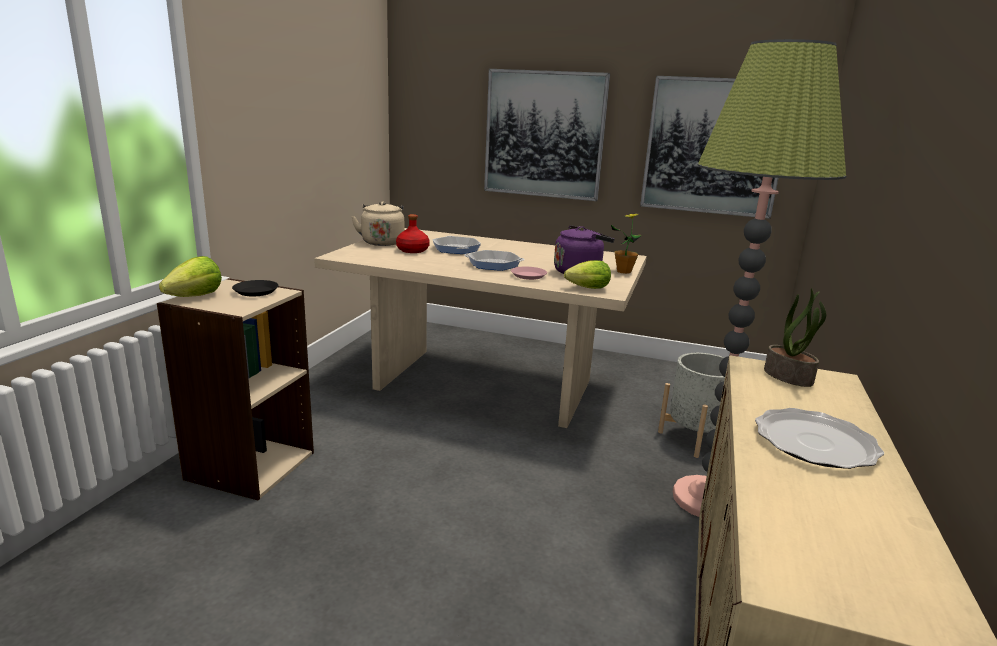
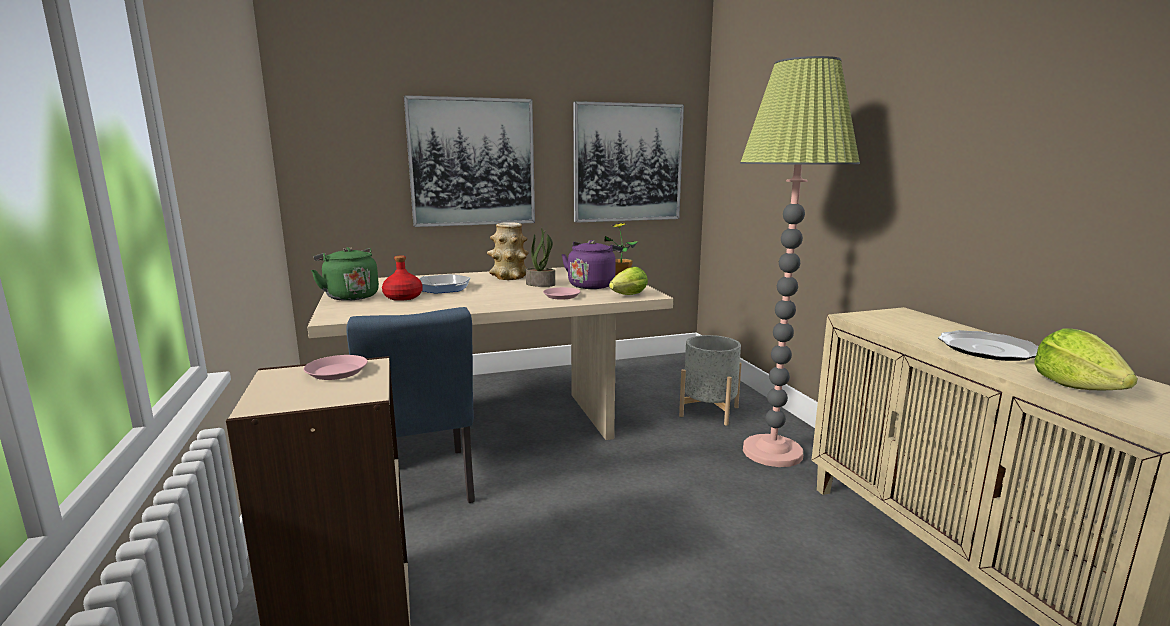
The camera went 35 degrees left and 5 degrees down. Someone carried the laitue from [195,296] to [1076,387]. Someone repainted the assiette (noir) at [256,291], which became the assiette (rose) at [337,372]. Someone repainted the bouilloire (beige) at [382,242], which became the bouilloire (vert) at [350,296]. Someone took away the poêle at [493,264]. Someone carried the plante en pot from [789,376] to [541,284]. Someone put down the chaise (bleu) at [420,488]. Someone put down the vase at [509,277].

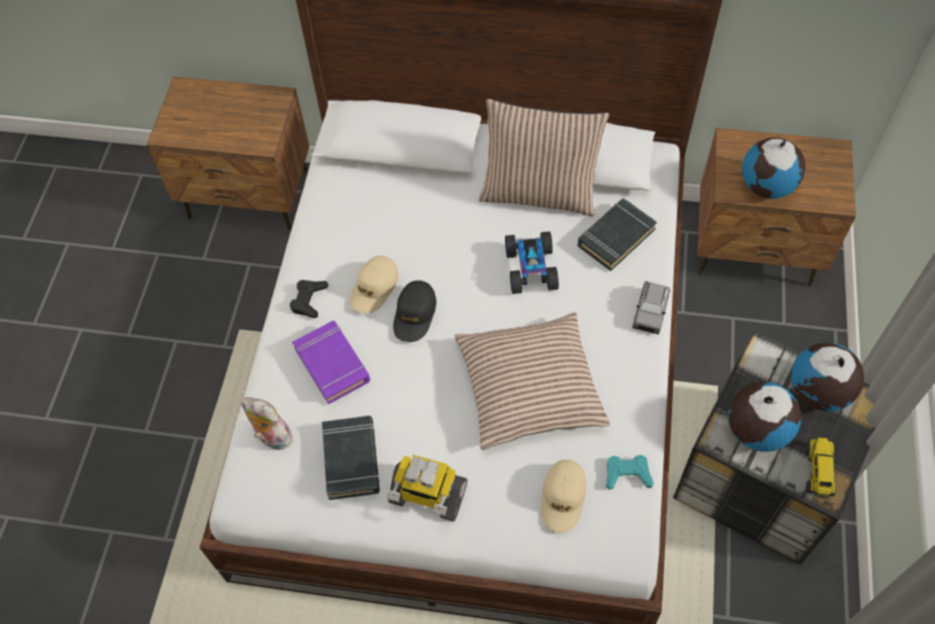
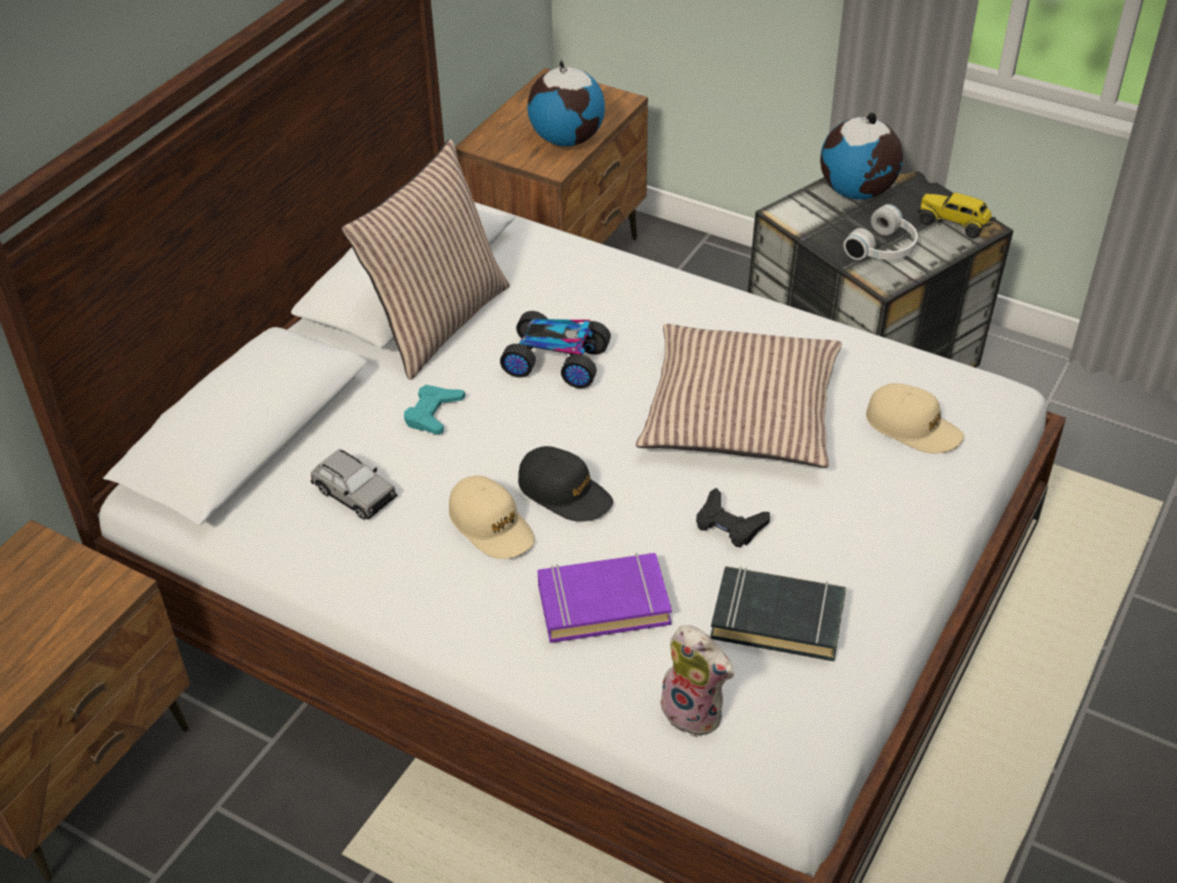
The camera went 70 degrees left and 15 degrees down. Someone rotated the peluche at [271,437] by 105 degrees counterclockwise. Someone carried the manette (noir) from [309,300] to [729,524]. Someone took away the robot jouet at [427,495]. Someone took away the livre (noir) at [615,237]. Someone carried the manette (turquoise) from [627,474] to [433,413]. Someone carried the petite voiture (gris) from [650,311] to [354,494]. Someone swapped the globe at [756,430] for the casque audio (blanc) at [884,249].

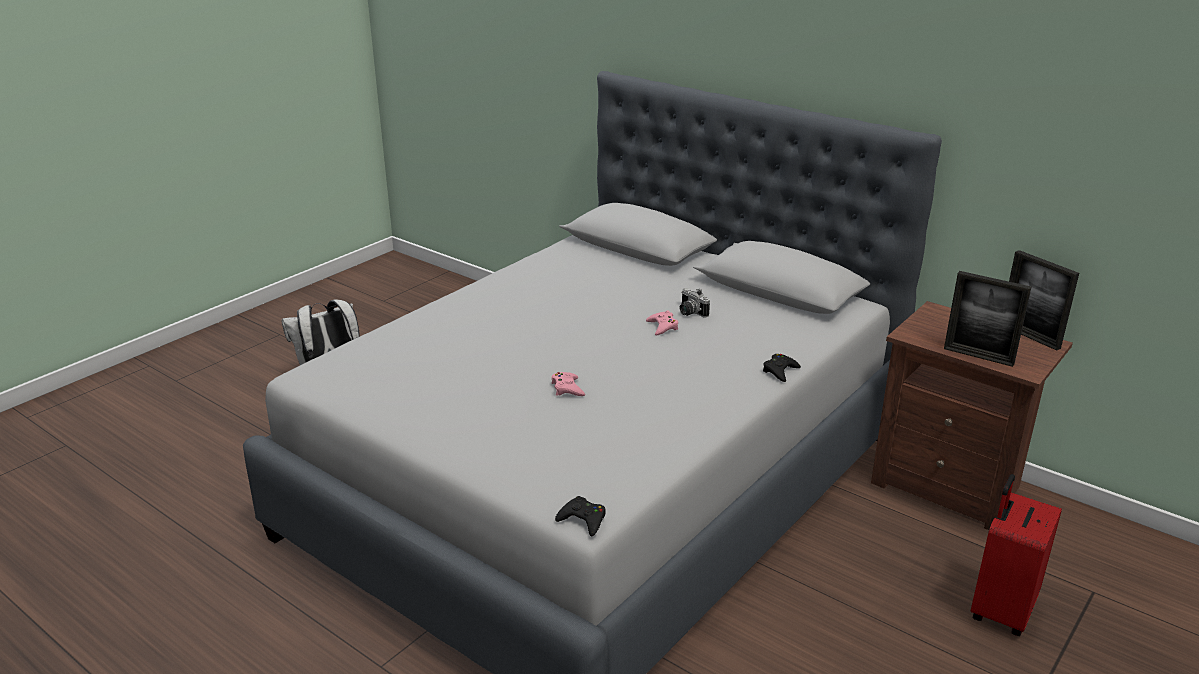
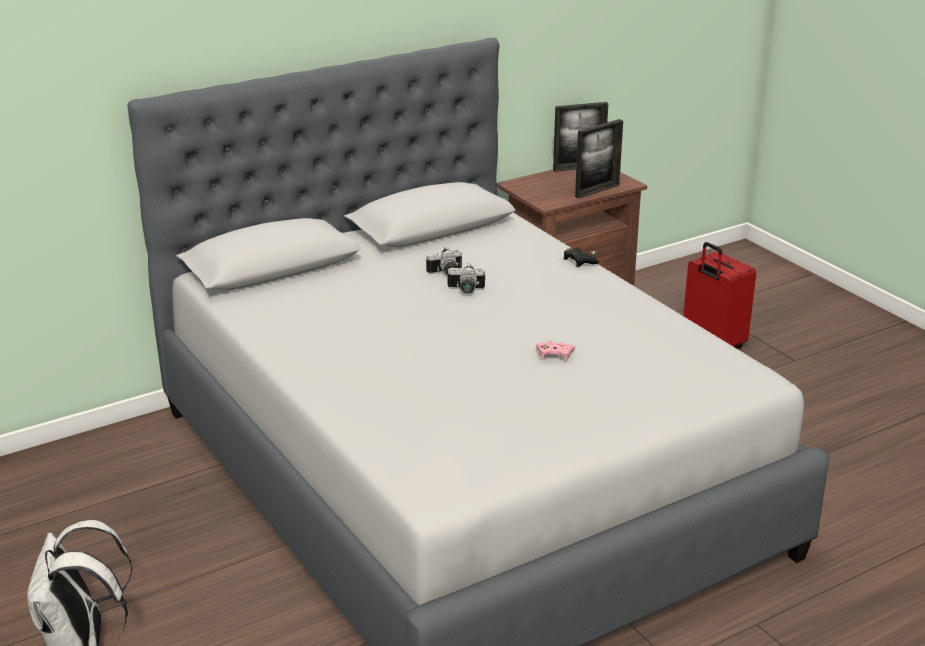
The camera went 70 degrees left and 0 degrees up. Someone took away the manette (noir) at [583,520]. Someone swapped the manette (rose) at [662,327] for the appareil photo at [465,290].

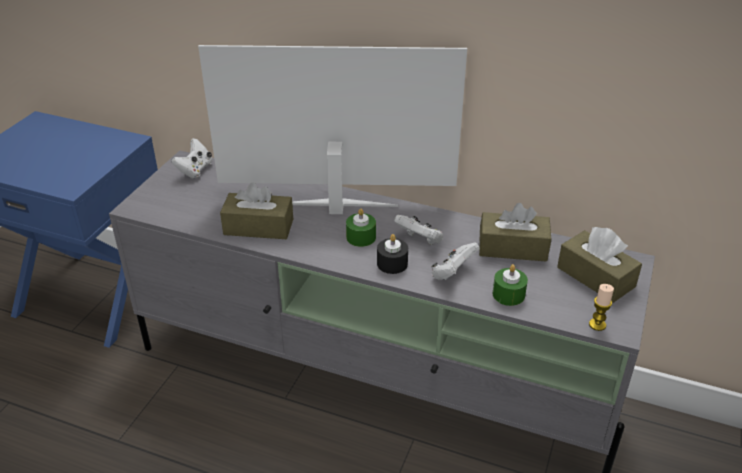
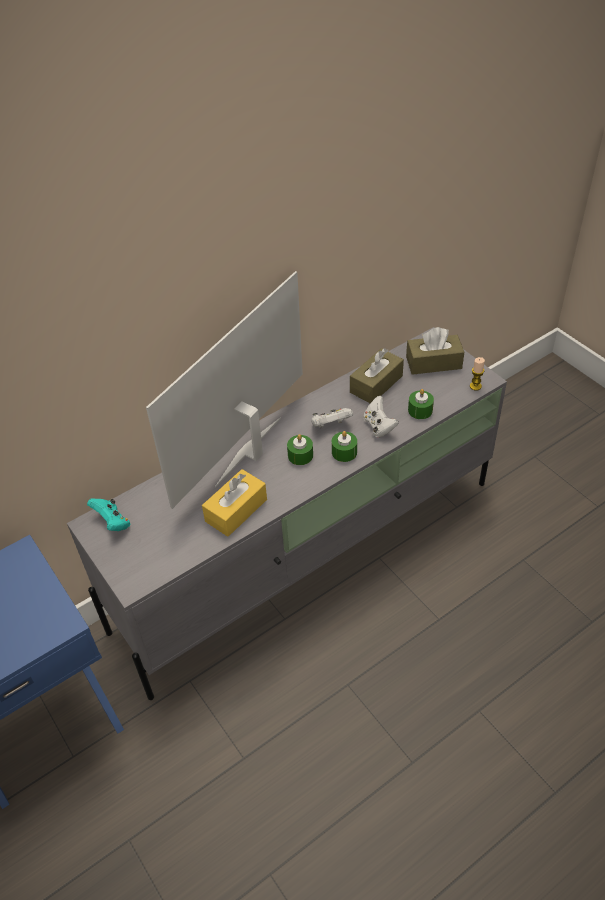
The camera went 55 degrees left and 10 degrees up. Someone repainted the manette (blanc) at [195,170], which became the manette (turquoise) at [112,522]. Someone repainted the boîte à mouchoirs (marron) at [258,227], which became the boîte à mouchoirs (jaune) at [236,510]. Someone repainted the bougie (noir) at [392,263], which became the bougie (vert) at [344,452].

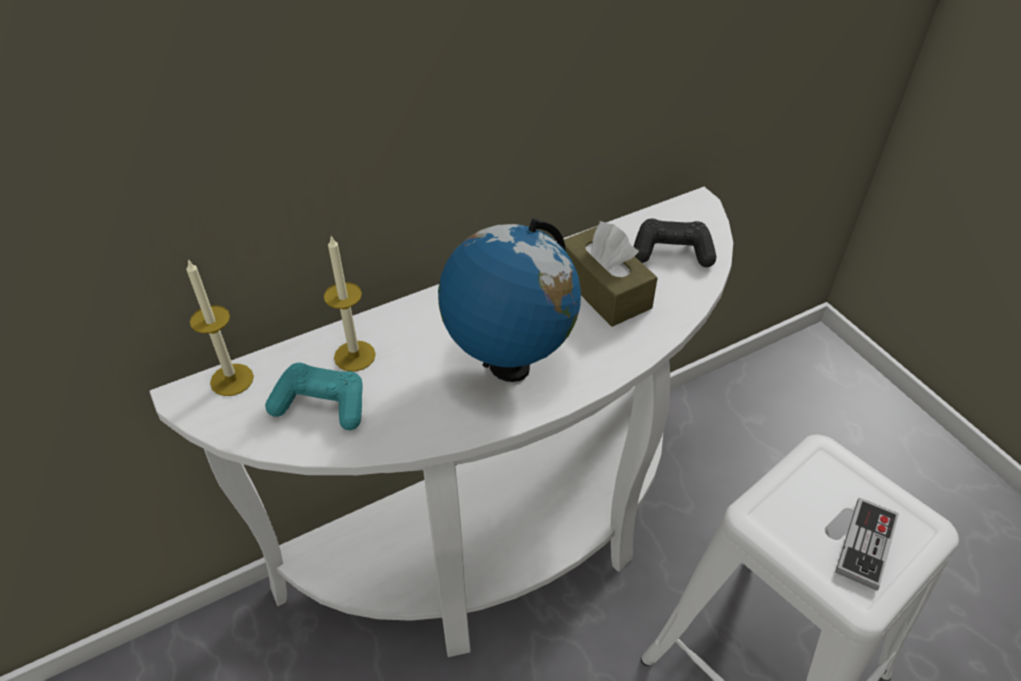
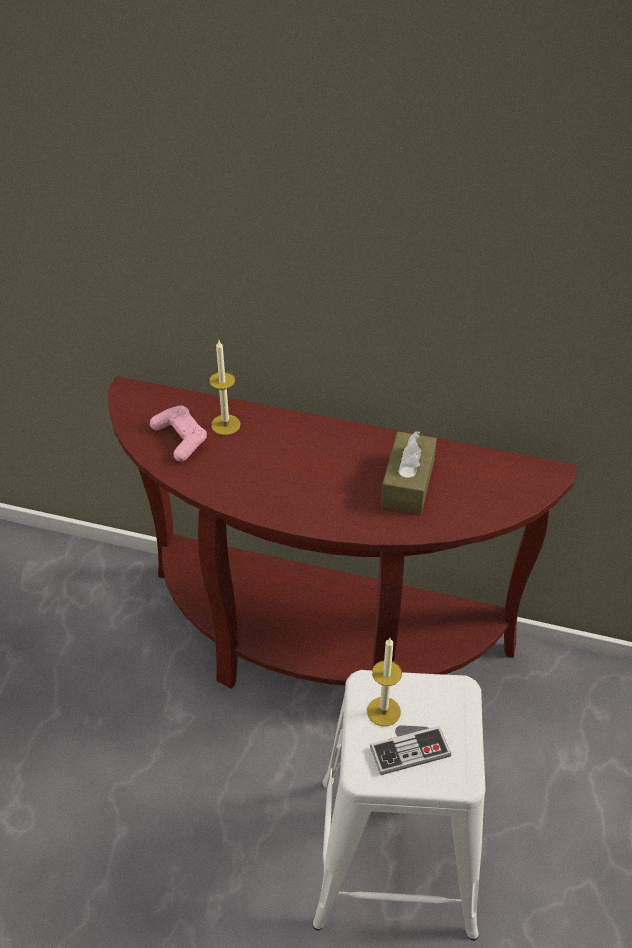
The camera went 45 degrees right and 0 degrees up. Someone repainted the table console (blanc) at [503,543], which became the table console (marron) at [319,646]. Someone carried the bougie from [232,380] to [383,711]. Someone repainted the manette (turquoise) at [321,405], which became the manette (rose) at [180,439]. Someone took away the globe at [509,366]. Someone took away the manette (noir) at [672,252].

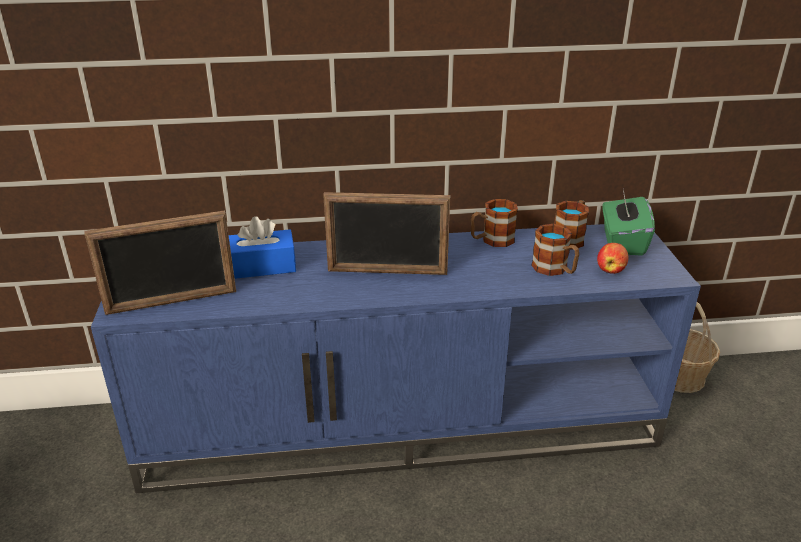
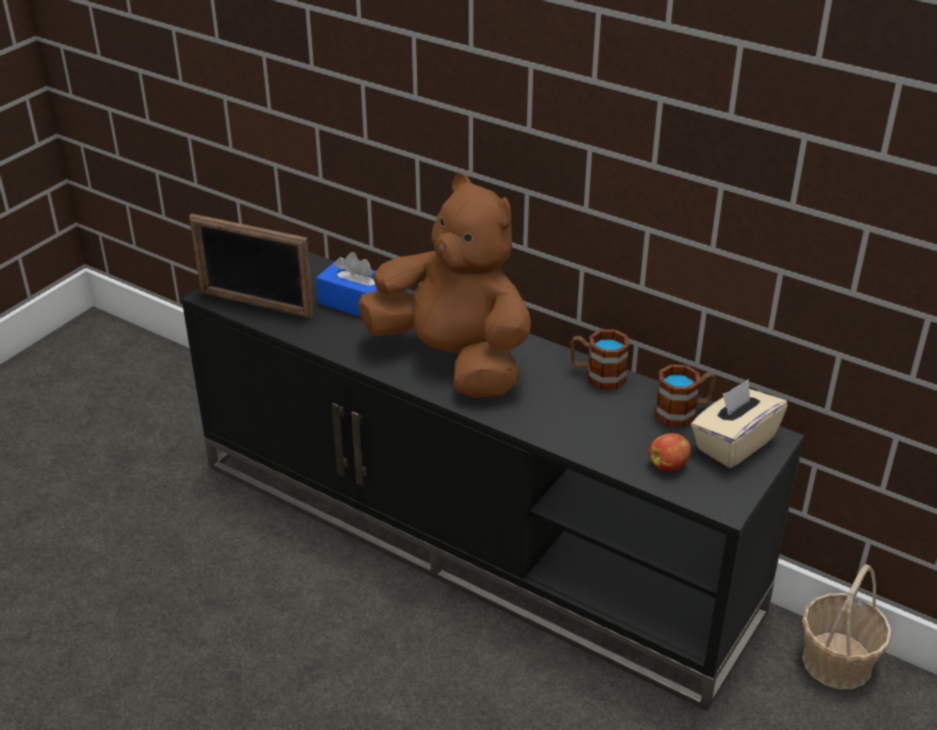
The camera went 40 degrees right and 5 degrees up. Someone repainted the meuble télé (bleu) at [402,424], which became the meuble télé (noir) at [475,535]. Someone swapped the cadre photo at [387,272] for the peluche (marron) at [453,360]. Someone took away the mug at [555,270]. Someone repainted the boîte à mouchoirs (vert) at [622,242], which became the boîte à mouchoirs (beige) at [733,443].

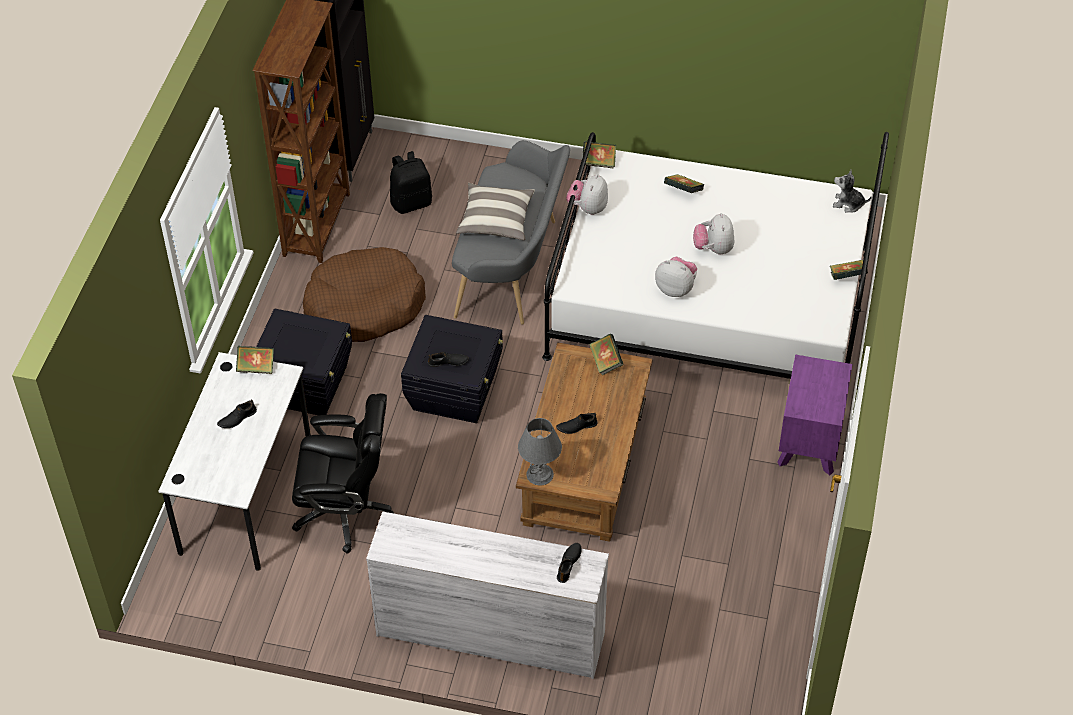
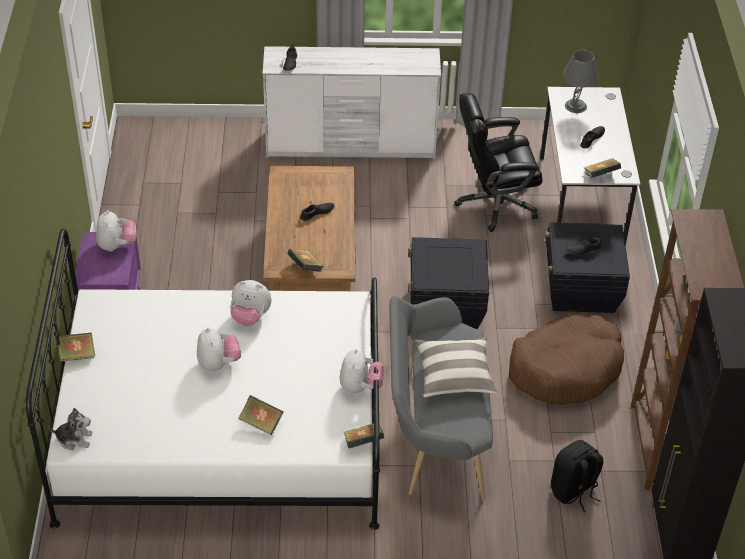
The camera went 165 degrees right and 5 degrees down. Someone carried the chaussure (noir) from [448,362] to [583,250]. Someone carried the lampe de table (gris) from [540,474] to [575,106]. Someone put down the peluche at [117,246].

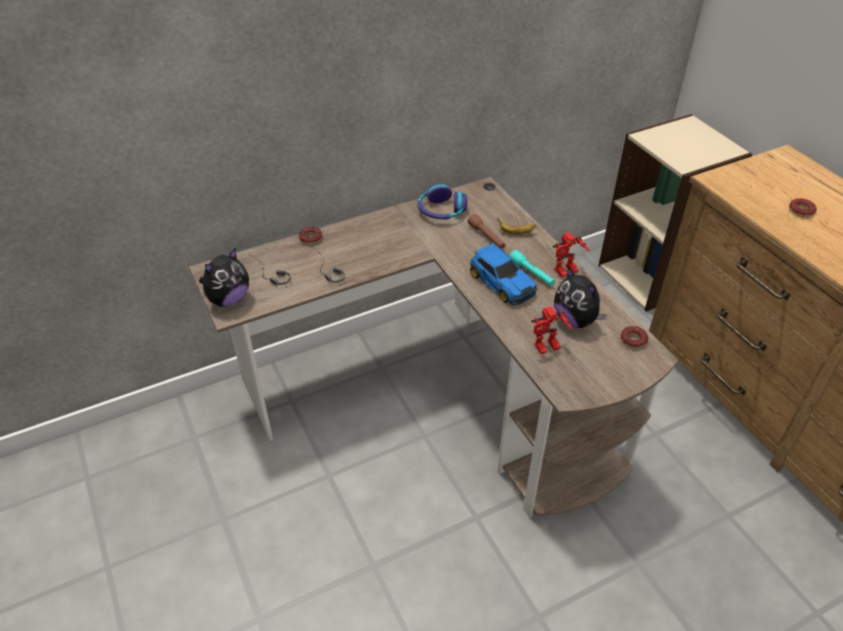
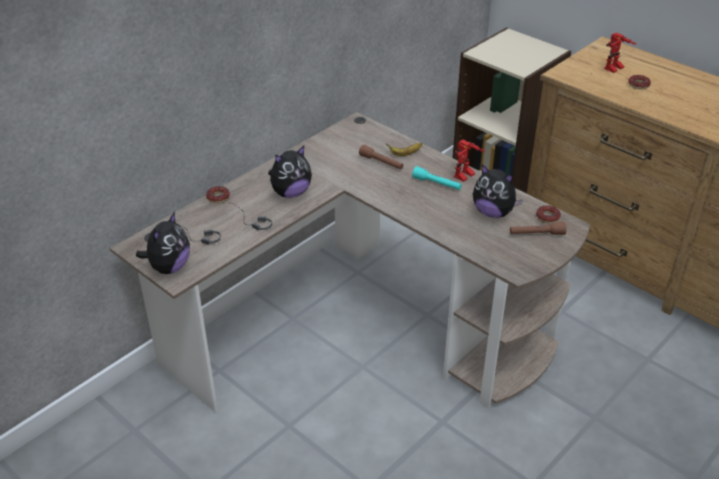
The camera went 20 degrees left and 5 degrees down. Someone took away the casque audio at [441,211]. Someone took away the petite voiture at [501,282]. Someone carried the robot jouet from [546,349] to [615,69]. Someone put down the peluche at [290,193]. Someone put down the lampe de poche (marron) at [536,234].

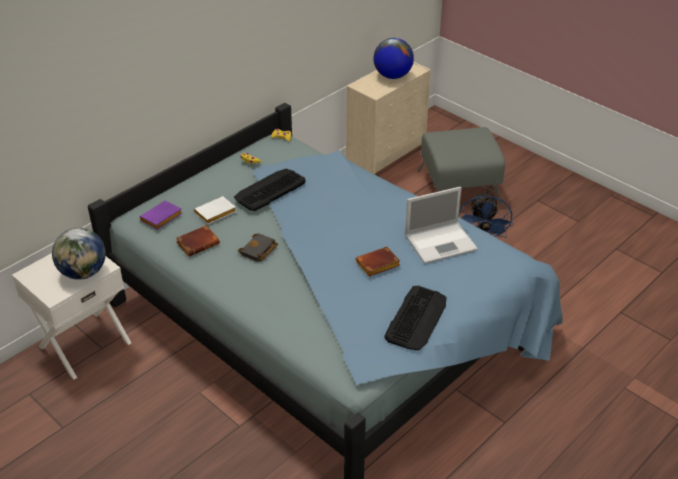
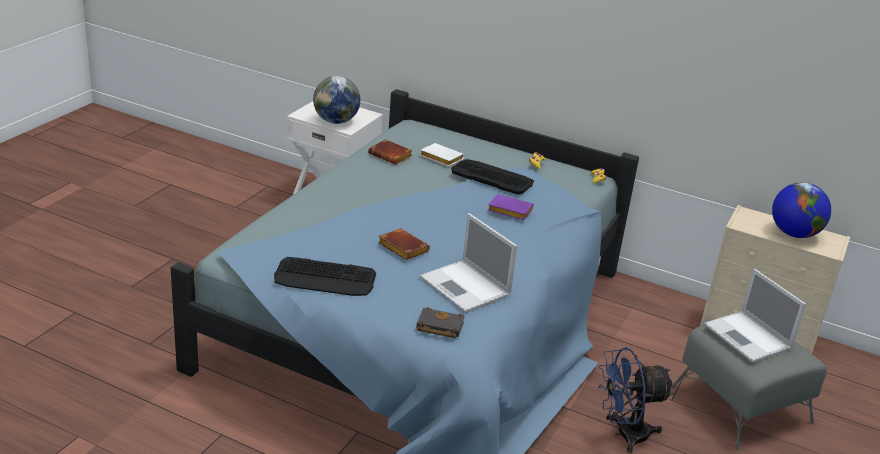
The camera went 70 degrees right and 10 degrees down. Someone carried the livre (violet) from [161,219] to [508,211]. Someone carried the livre (noir) from [258,251] to [438,327]. Someone put down the ordinateur portable at [749,337].

